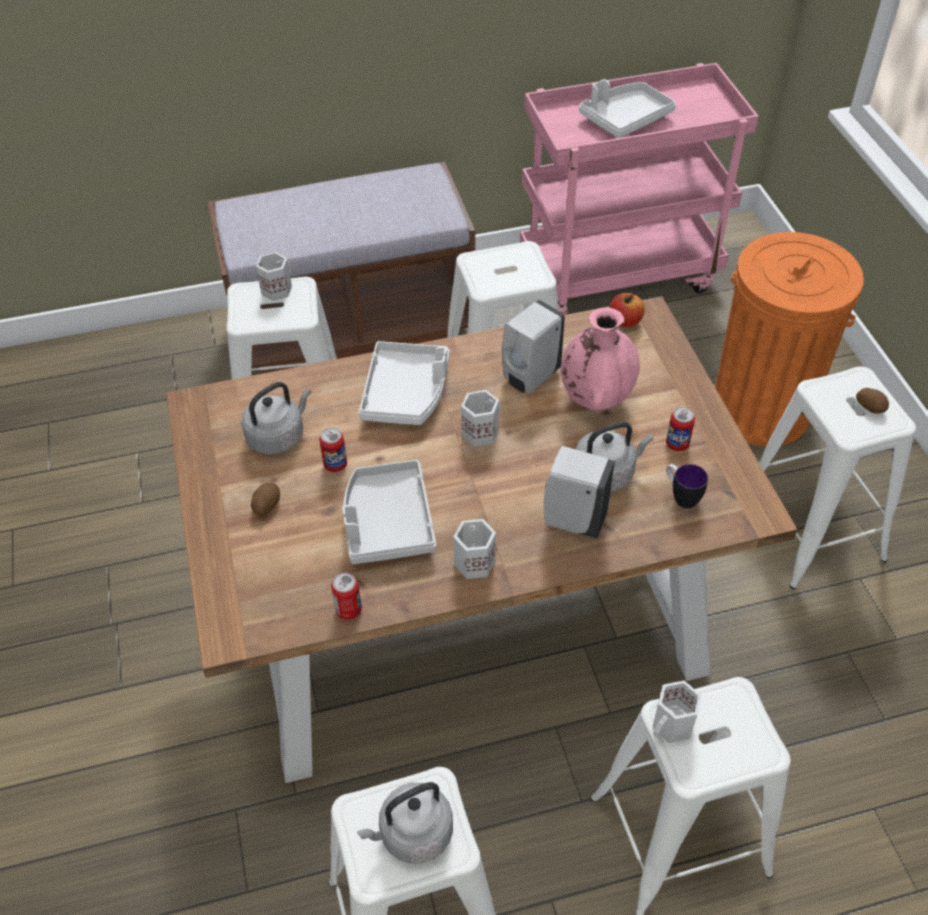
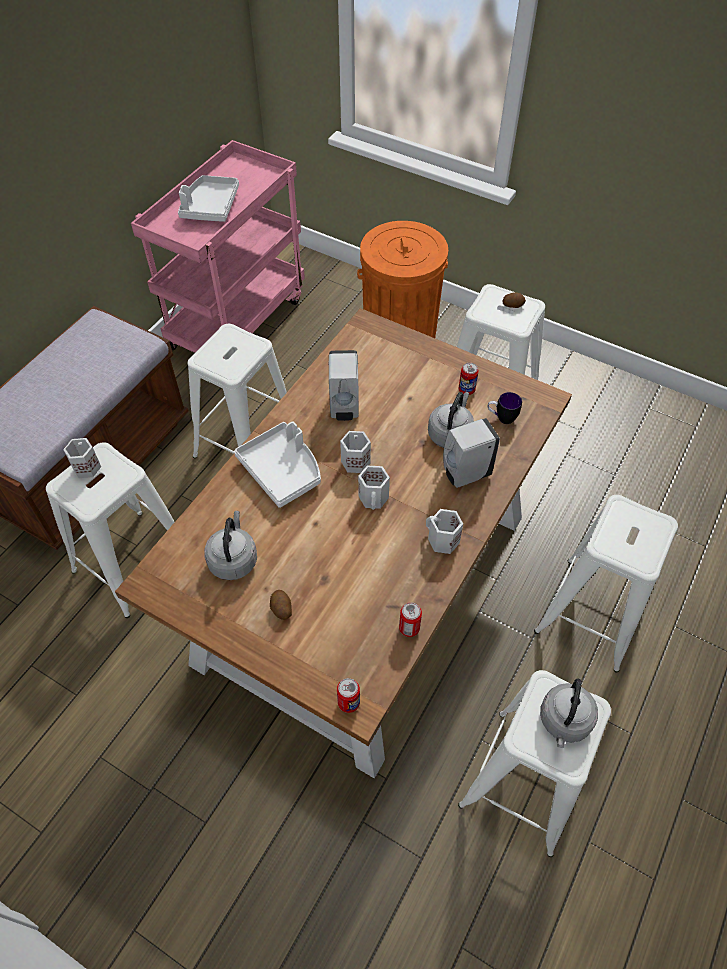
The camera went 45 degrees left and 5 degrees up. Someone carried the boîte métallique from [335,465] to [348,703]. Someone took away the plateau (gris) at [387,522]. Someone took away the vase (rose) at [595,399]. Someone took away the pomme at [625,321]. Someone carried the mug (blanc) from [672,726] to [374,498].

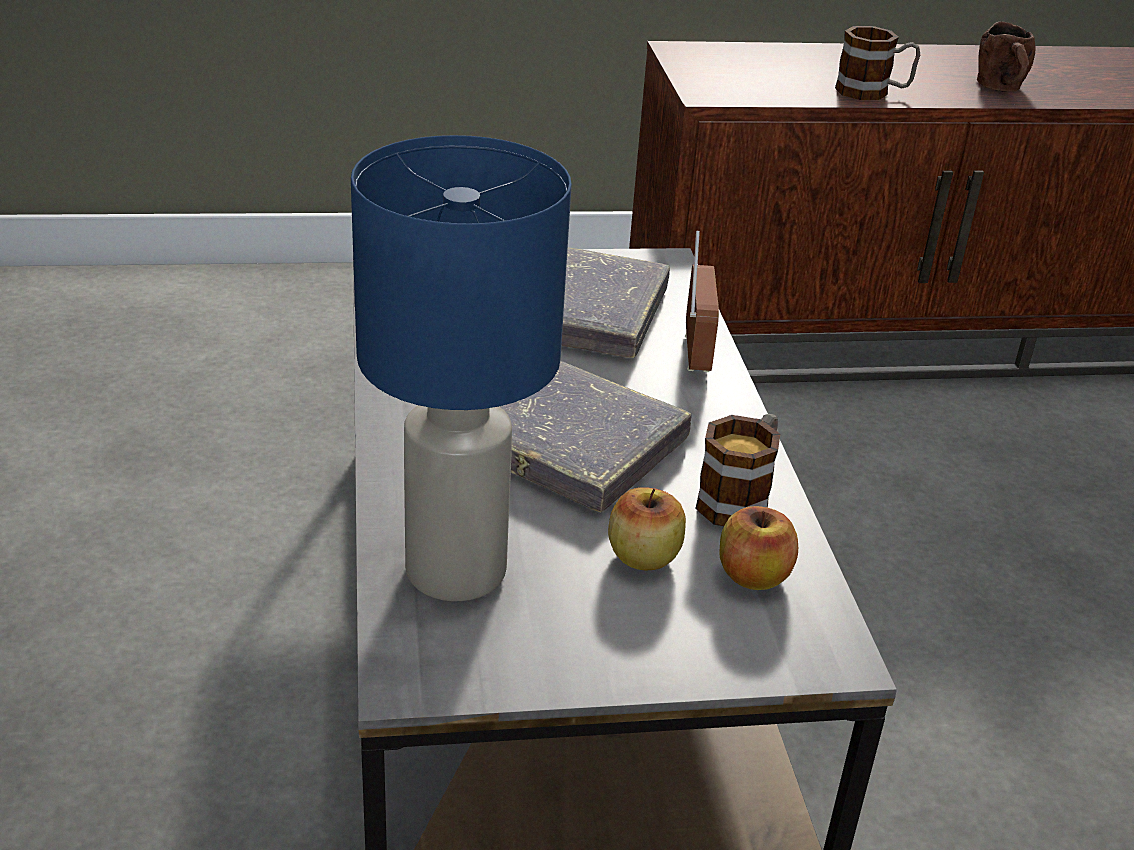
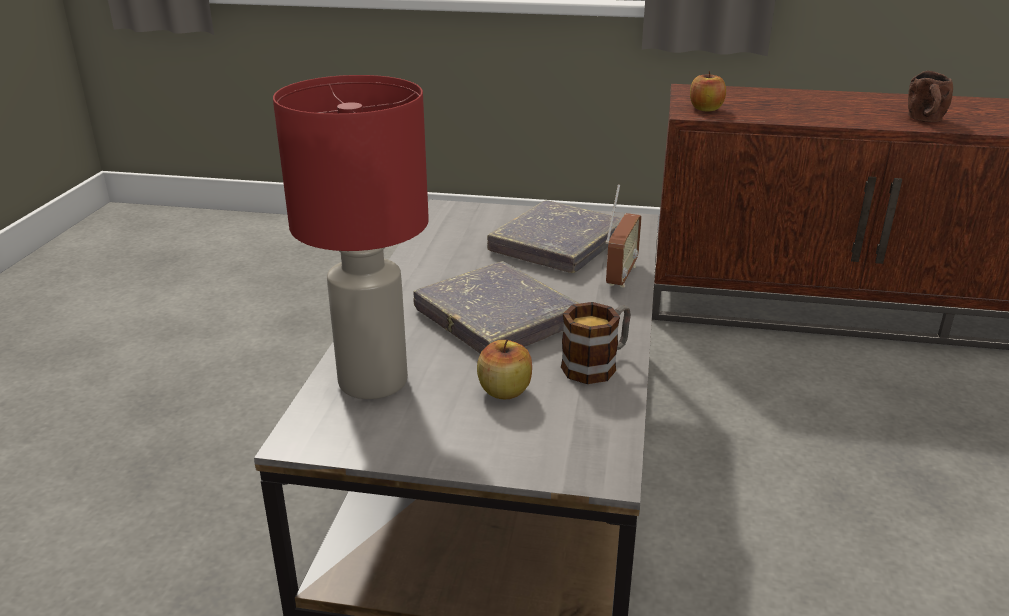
The camera went 20 degrees right and 5 degrees down. Someone repainted the lampe de table (bleu) at [452,571], which became the lampe de table (rouge) at [371,381]. Someone carried the pomme from [753,576] to [706,109]. Someone took away the mug at [873,92].

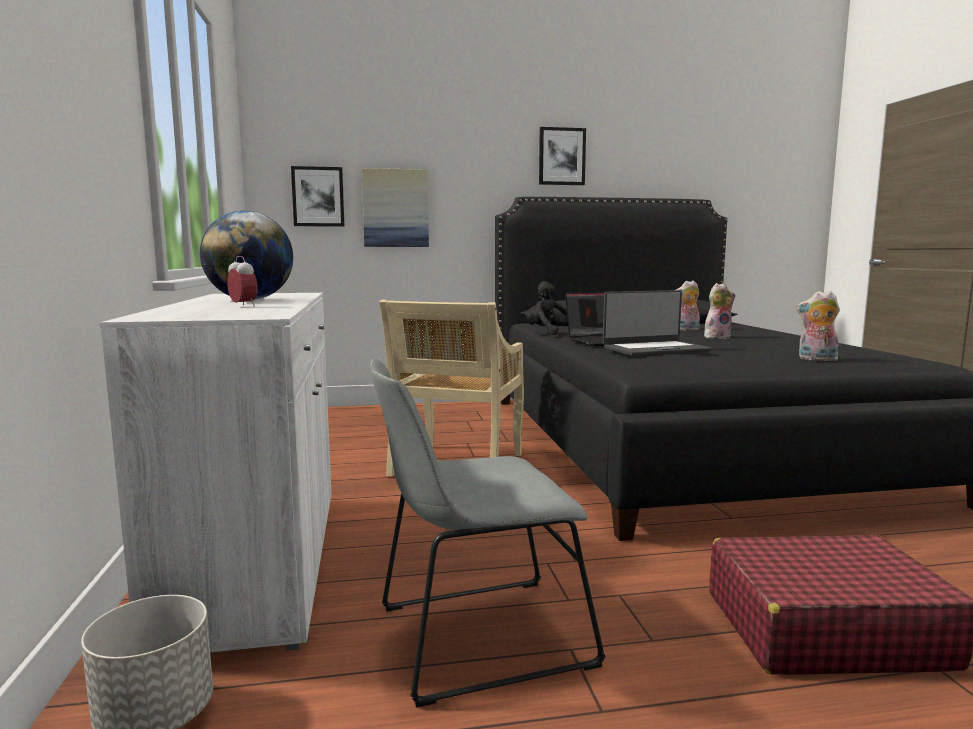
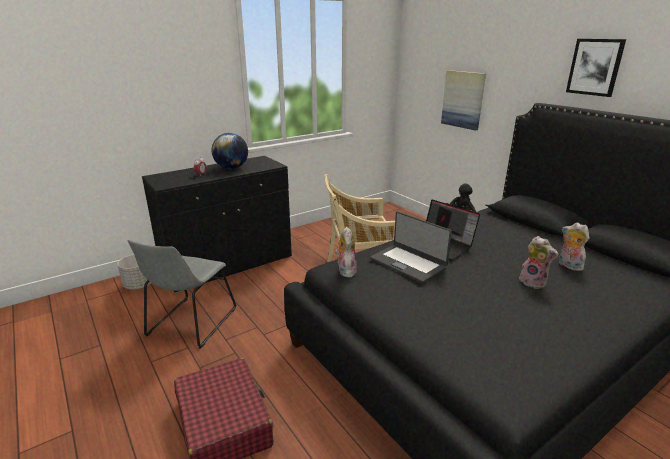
The camera went 65 degrees right and 15 degrees up. Someone repainted the meuble de rangement (blanc) at [259,561], which became the meuble de rangement (noir) at [228,265]. Someone took away the tableau at [318,197]. Someone rotated the chaise (gris) at [474,637] by 120 degrees counterclockwise. Someone carried the peluche from [816,359] to [345,271].

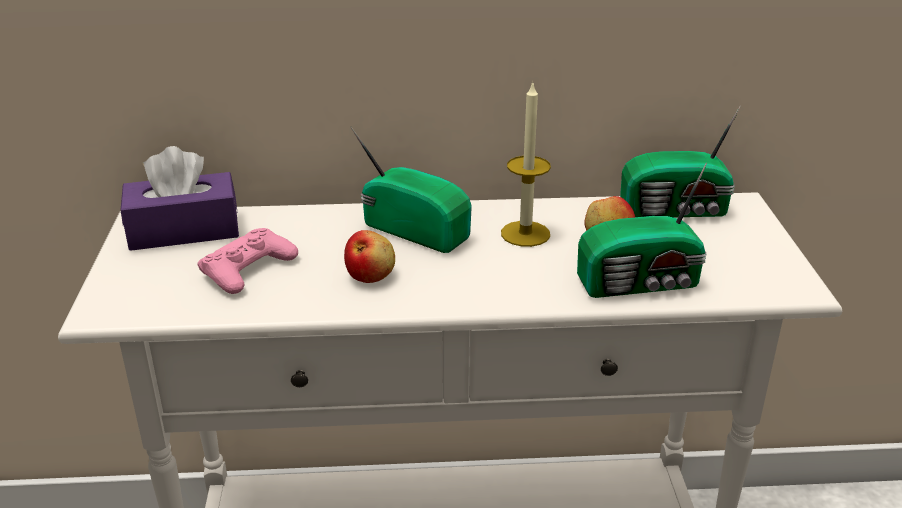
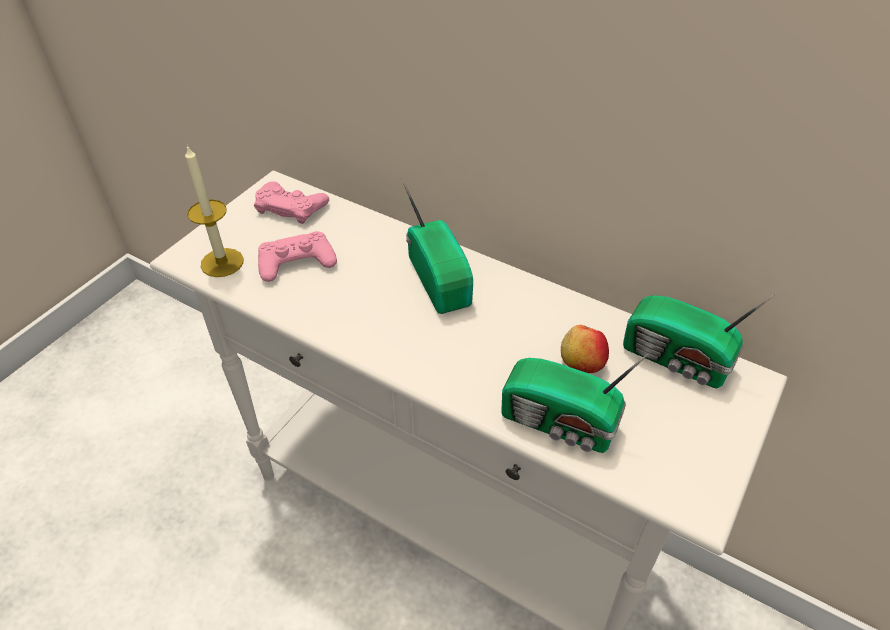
The camera went 35 degrees right and 15 degrees up. Someone swapped the boîte à mouchoirs (violet) at [184,230] for the manette (rose) at [291,207]. Someone took away the pomme at [370,275]. Someone carried the bougie from [525,234] to [222,262].

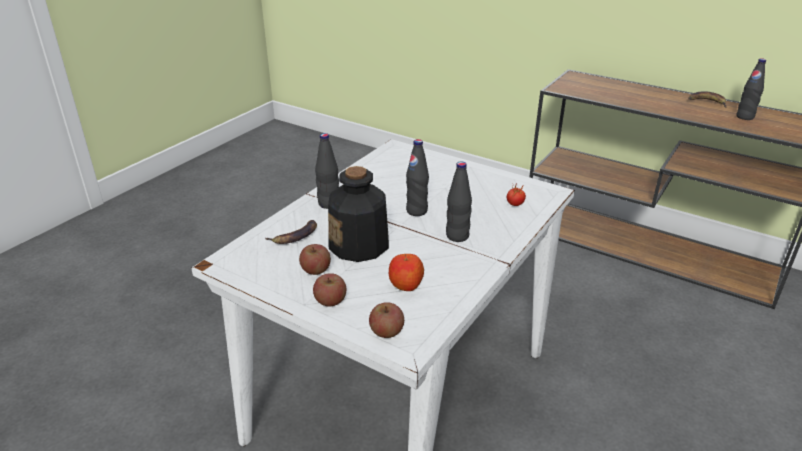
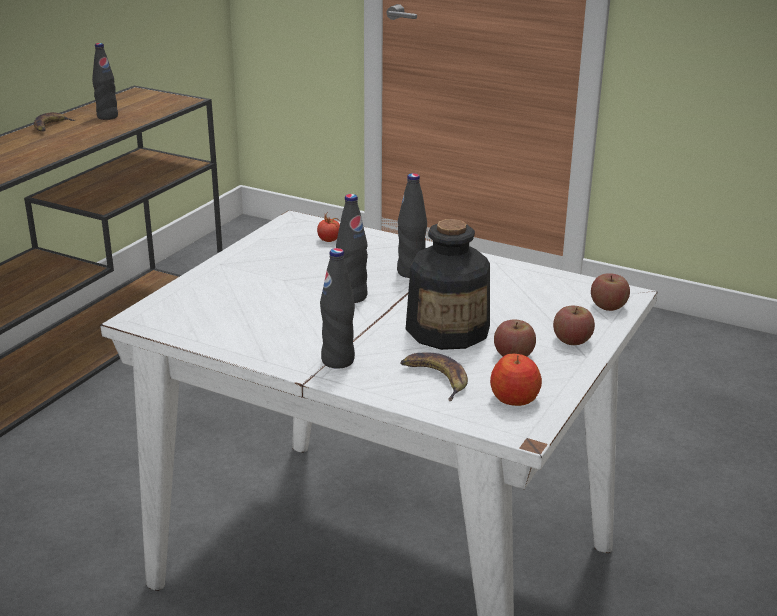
The camera went 95 degrees left and 5 degrees down. Someone carried the pomme from [406,284] to [514,399].

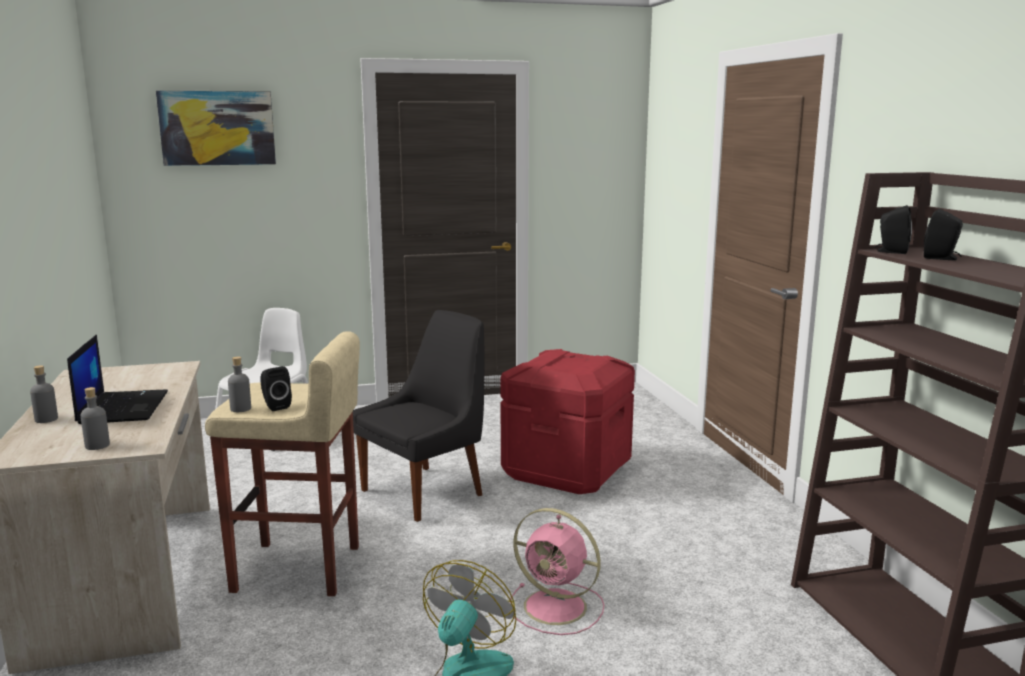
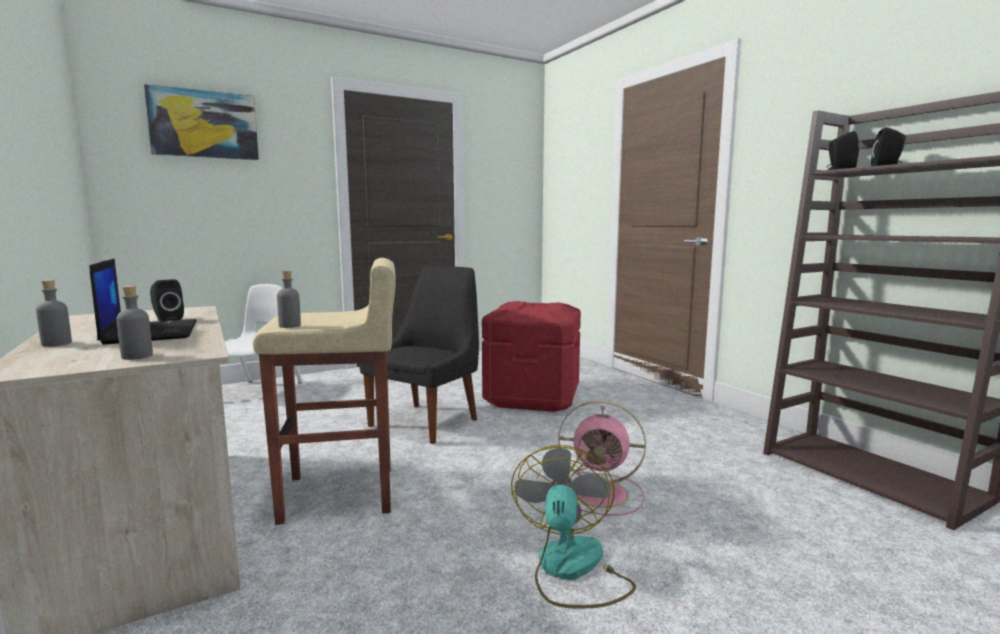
The camera went 15 degrees left and 5 degrees down. Someone carried the enceinte (noir) from [275,406] to [167,320].

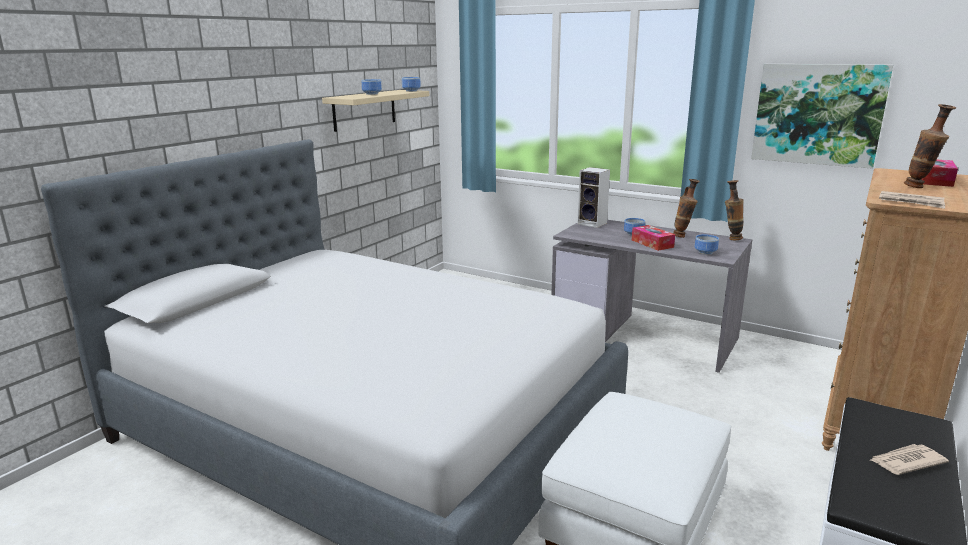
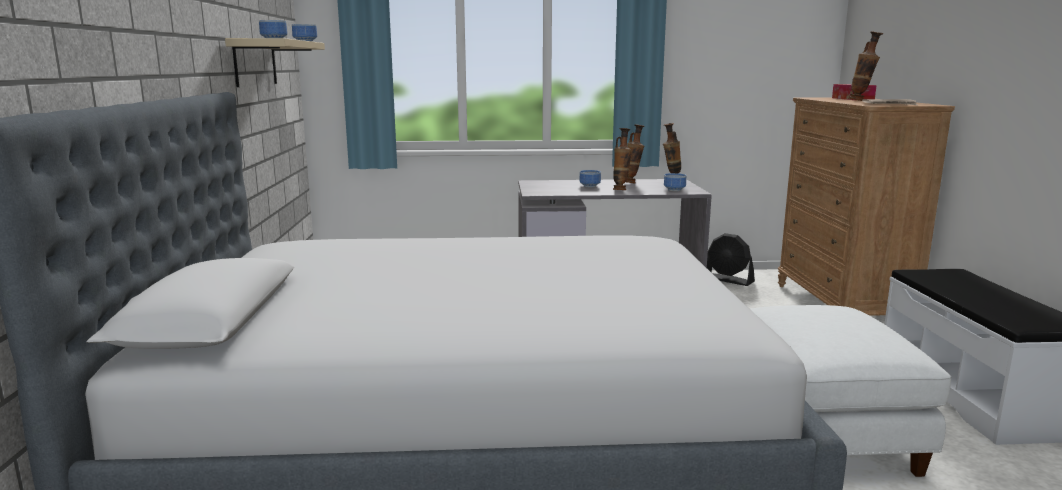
The camera went 35 degrees left and 5 degrees down. Someone took away the enceinte at [593,223]. Someone swapped the boîte à mouchoirs at [652,243] for the vase at [621,190]. Someone took away the tableau at [818,114]. Someone took away the journal at [906,461]. Someone put down the ventilateur (noir) at [728,280].

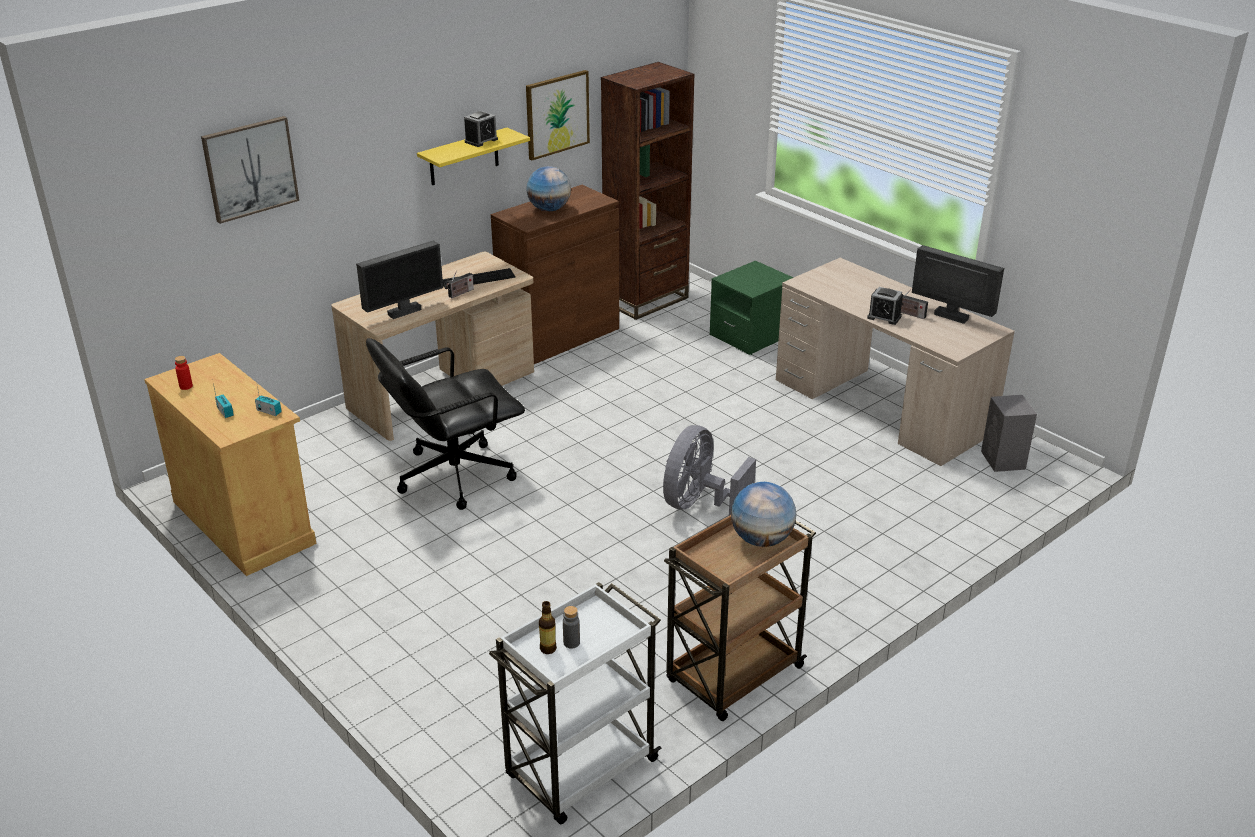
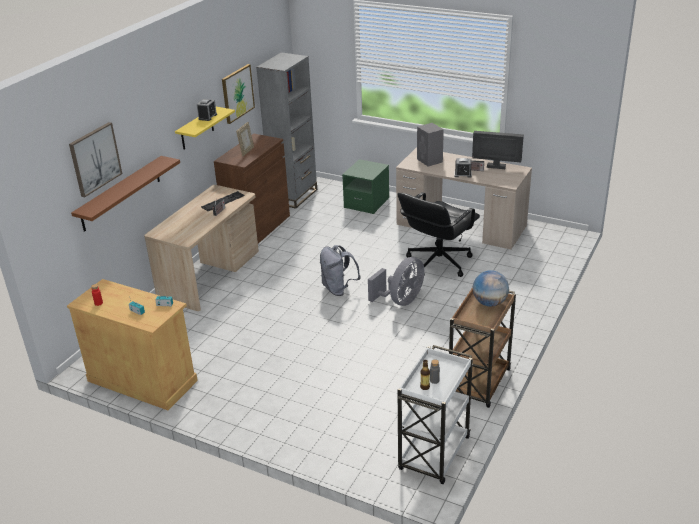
The camera went 20 degrees left and 0 degrees up. Someone took away the écran d'ordinateur at [404,312]. Someone carried the chaise de bureau (noir) from [453,475] to [438,262]. Someone swapped the globe at [549,209] for the cadre photo at [246,151]. Someone repainted the bibliothèque (marron) at [646,300], which became the bibliothèque (gris) at [294,196]. Someone rotated the ventilateur (gris) at [699,503] by 150 degrees counterclockwise. Someone carried the enceinte (gris) from [1003,461] to [430,161]. Someone put up the étagère (marron) at [121,193]. Someone put down the sac à dos (gris) at [338,289].

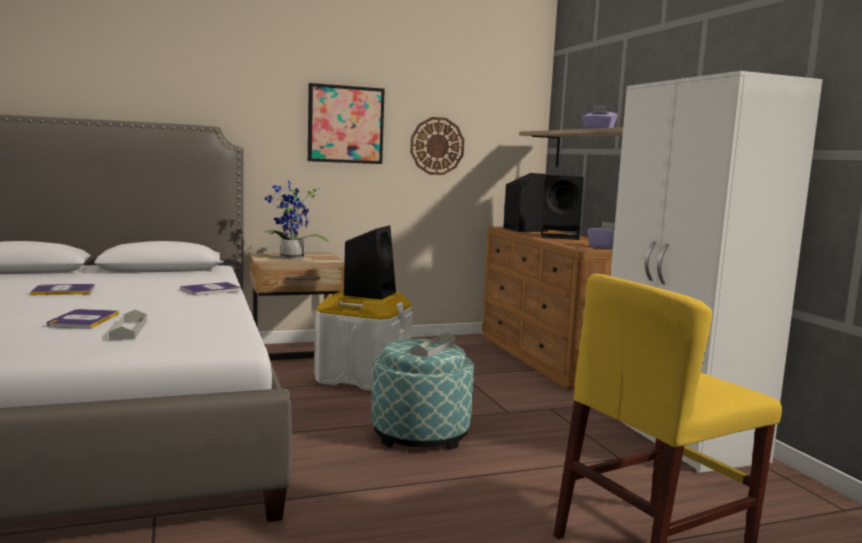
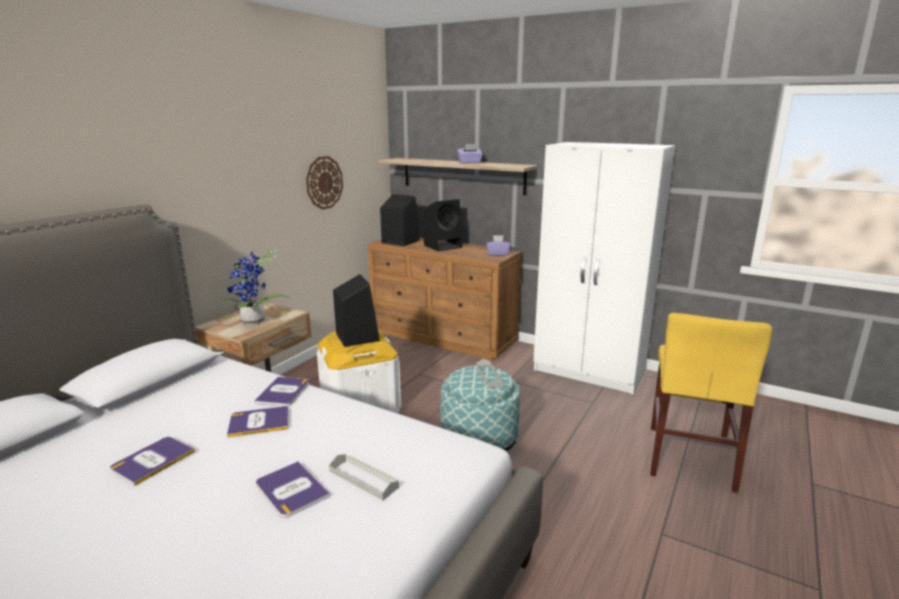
The camera went 40 degrees left and 10 degrees up. Someone took away the tableau at [345,124]. Someone put down the livre at [259,422].

